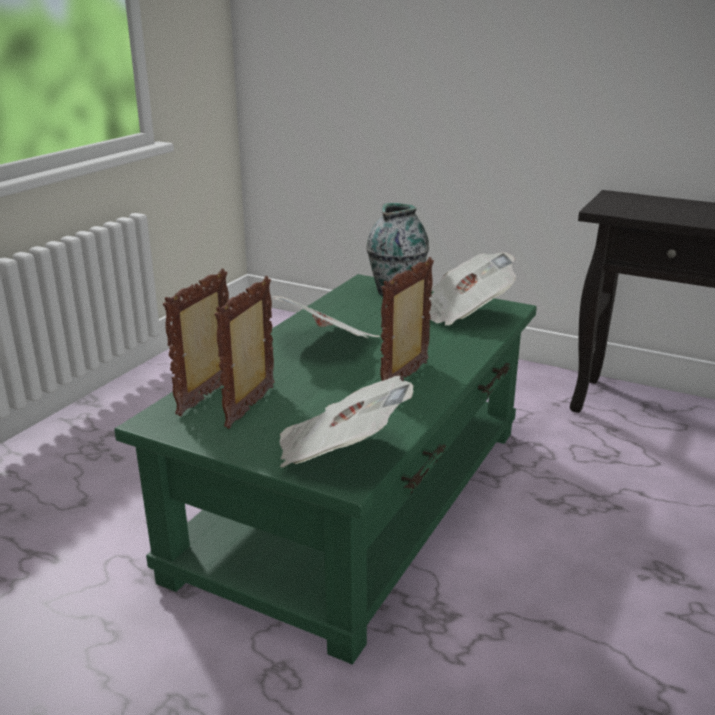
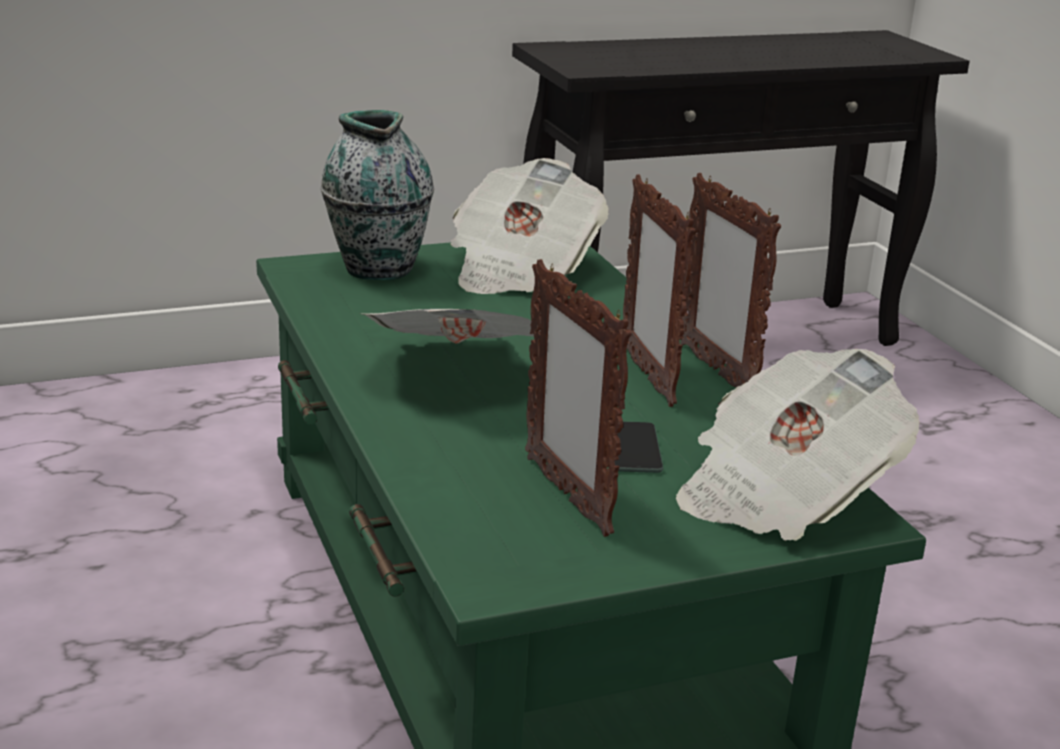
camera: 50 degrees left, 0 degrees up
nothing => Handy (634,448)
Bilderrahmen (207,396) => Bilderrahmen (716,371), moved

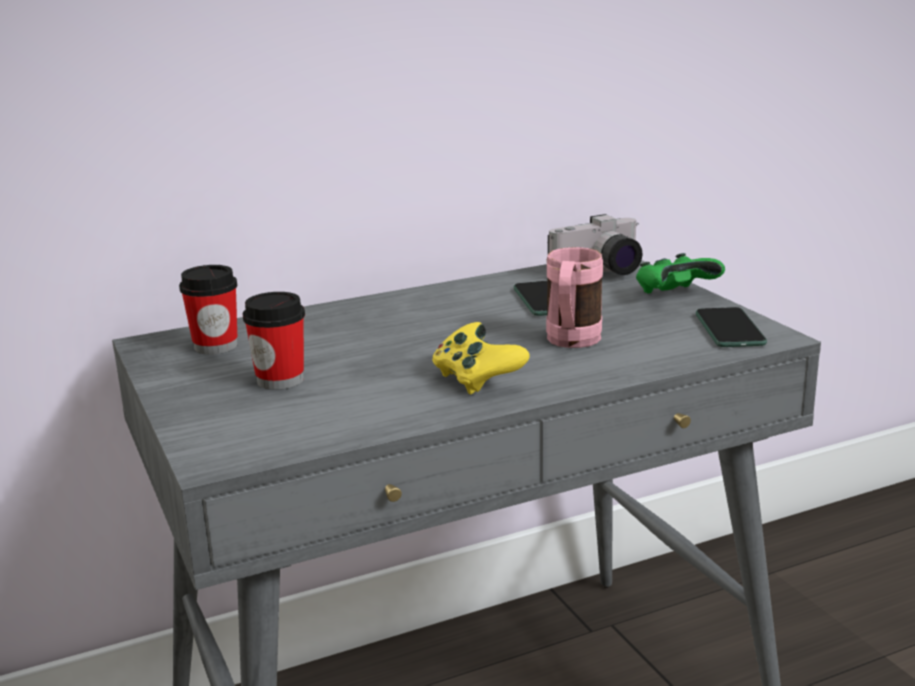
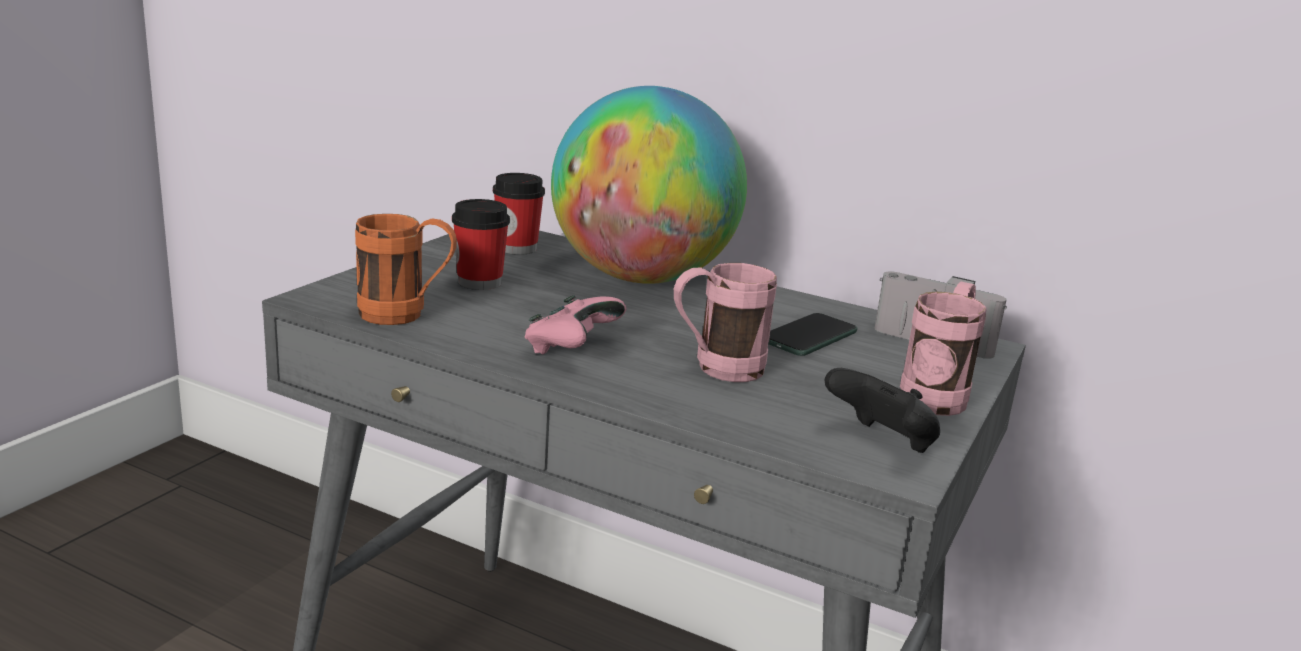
camera: 50 degrees right, 0 degrees up
nothing => Henkelbecher/orange (406,315)
Gamepad/gelb (476,379) => Gamepad/rosa (571,349)
nothing => Globus (641,278)
Handy (729,329) => Gamepad/schwarz (882,443)
Gamepad/grün (675,294) => Henkelbecher/rosa (938,395)

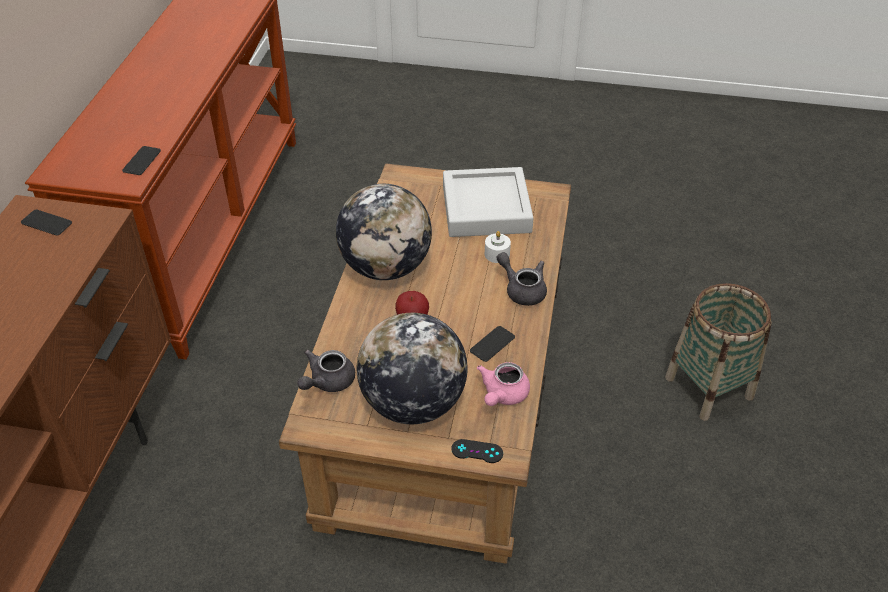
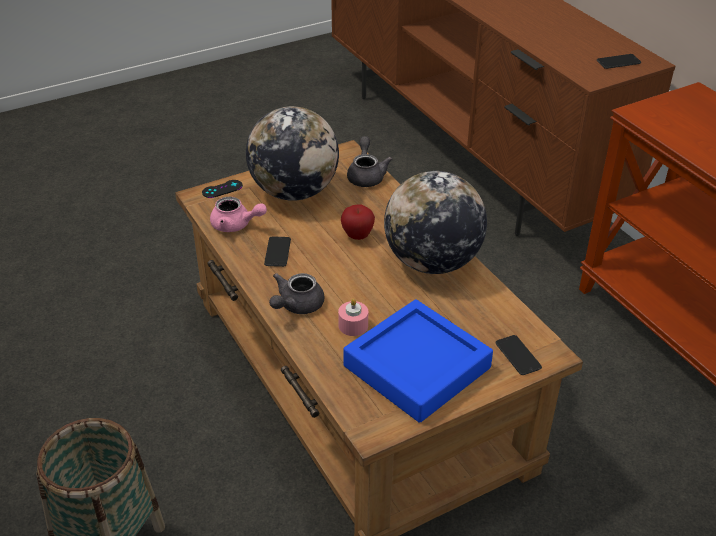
camera: 140 degrees right, 5 degrees down
Teekanne/rosa (502,395) => Teekanne/rosa (236,225), 120 degrees clockwise
Teekanne/grau (522,289) => Teekanne/grau (296,306), 120 degrees clockwise
Kerze/weiß (497,254) => Kerze/rosa (353,325)
Tablett/grau (486,209) => Tablett/blau (417,367)
Handy (142,161) => Handy (518,355), moved

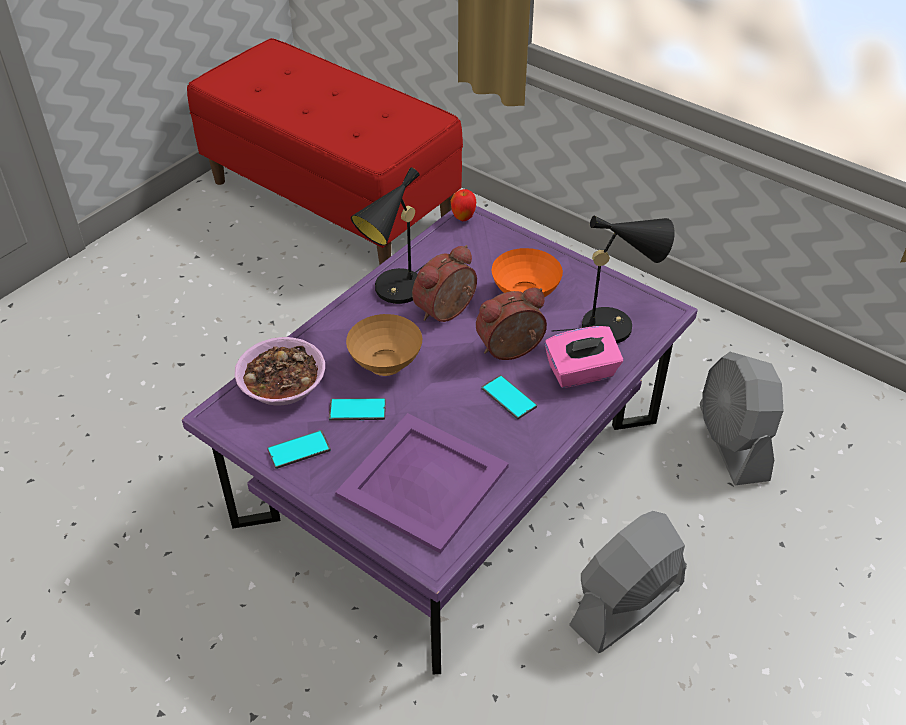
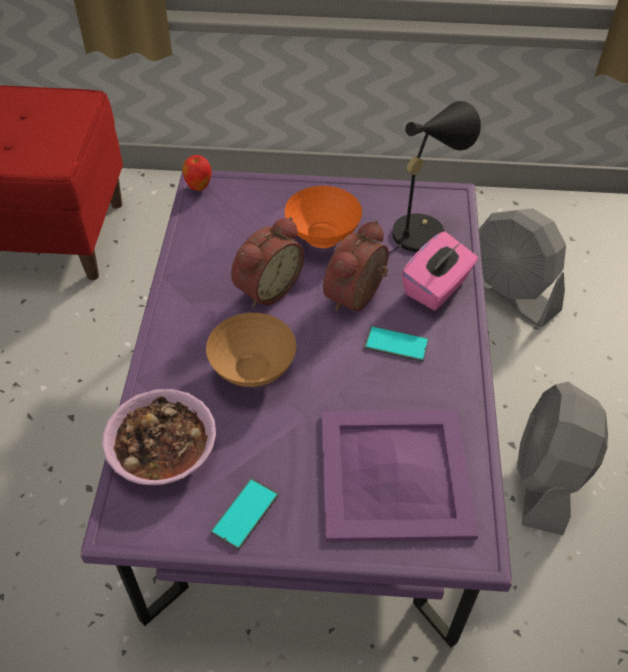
camera: 35 degrees left, 5 degrees up
Wecker (447,312) => Wecker (266,288), 150 degrees counterclockwise
Handy (357,410) => nothing
Tischlampe/schwarz (395,292) => nothing

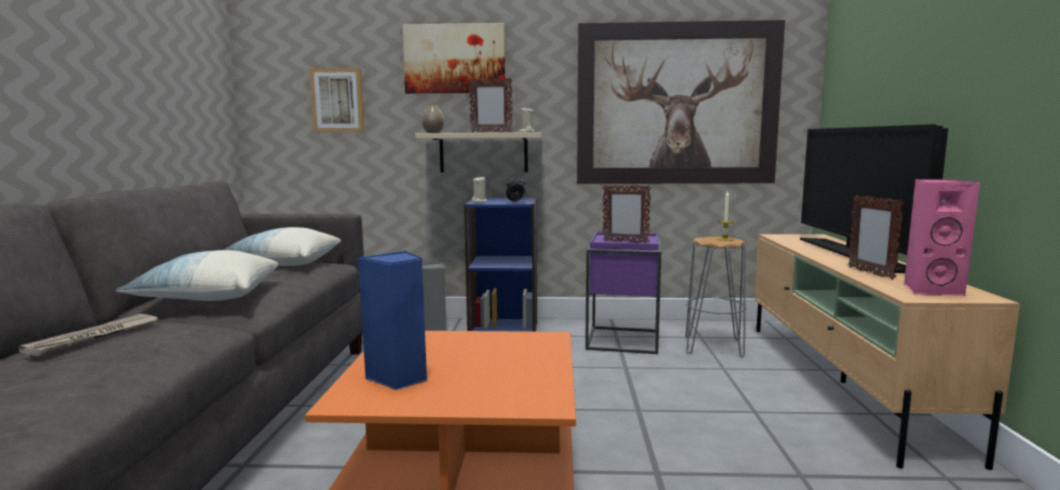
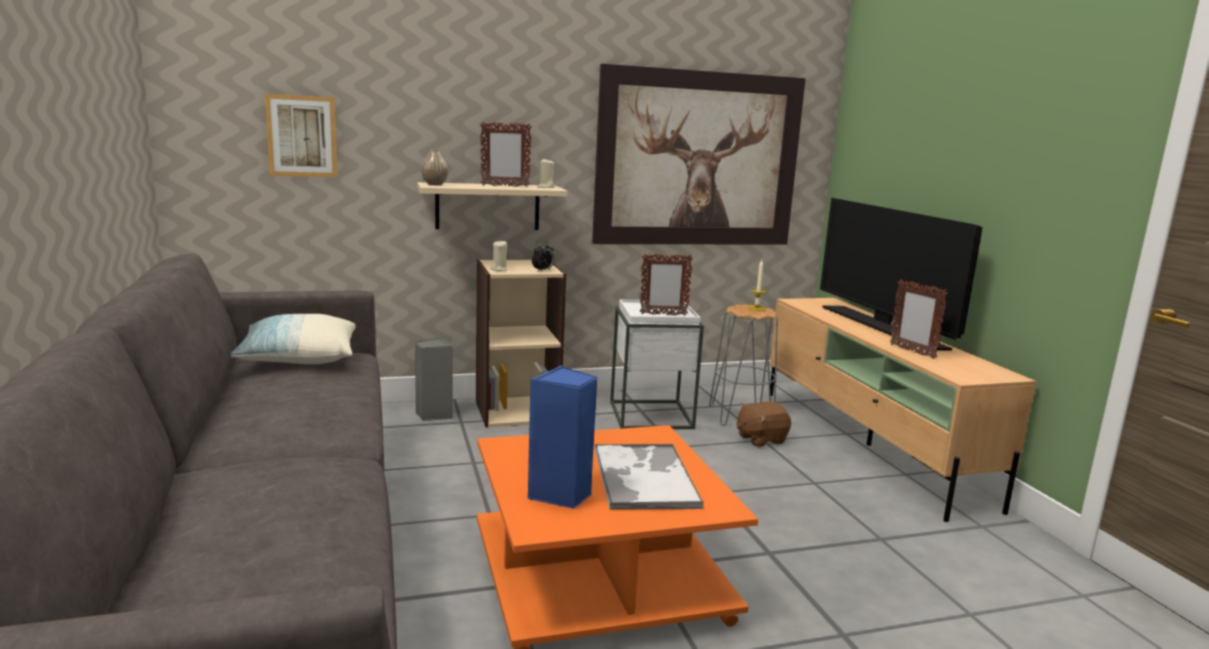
camera: 20 degrees left, 5 degrees up
Bücherregal/blau (504,329) => Bücherregal/beige (516,411)
nothing => Tablett (644,477)
Beistelltisch/lila (623,340) => Beistelltisch/weiß (651,415)
nothing => Plüschtier/braun (760,439)
Zeitung (93,337) => nothing
Kissen (208,297) => nothing
Bild (454,59) => nothing
Lautsprecher/rosa (930,290) => nothing

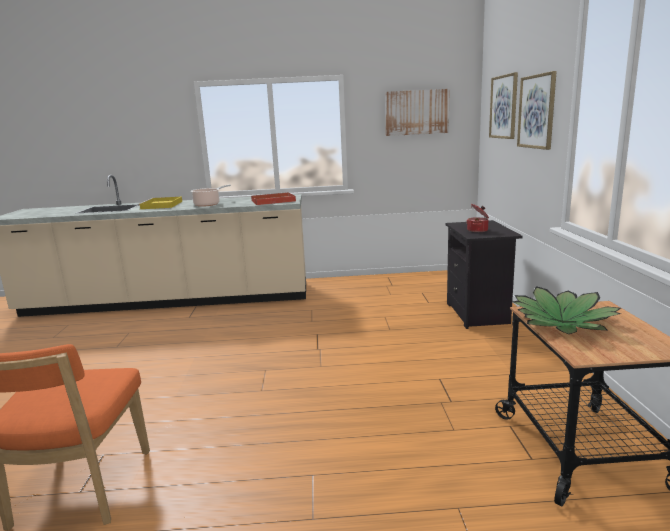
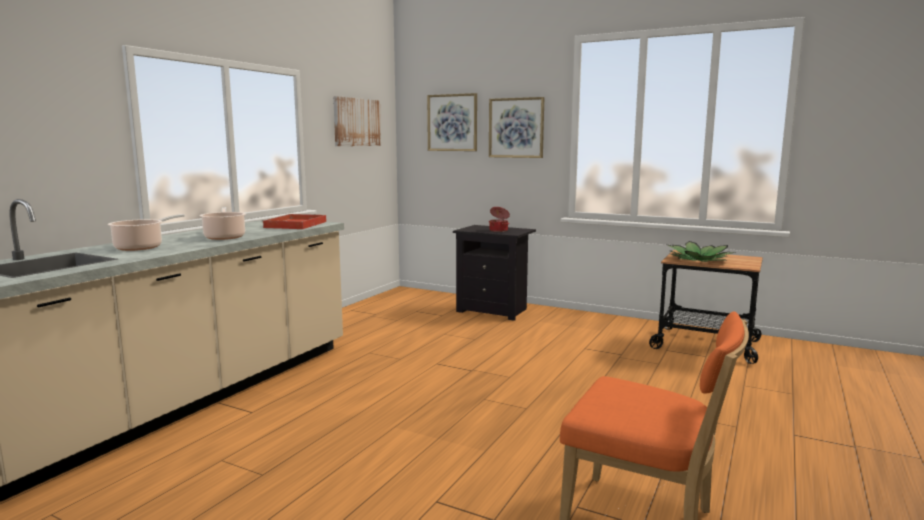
camera: 60 degrees left, 5 degrees down
Tablett/gelb (161,205) => Kochtopf (141,247)

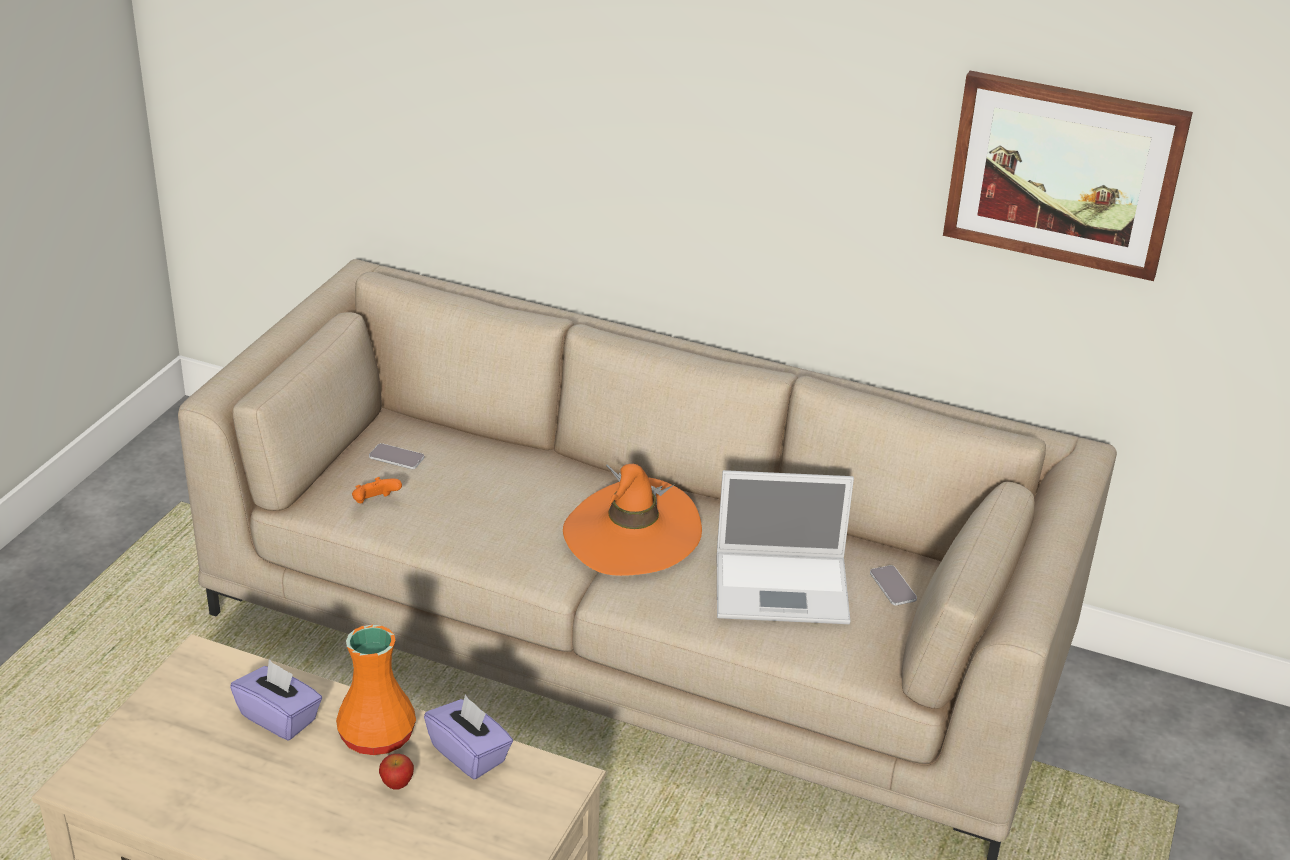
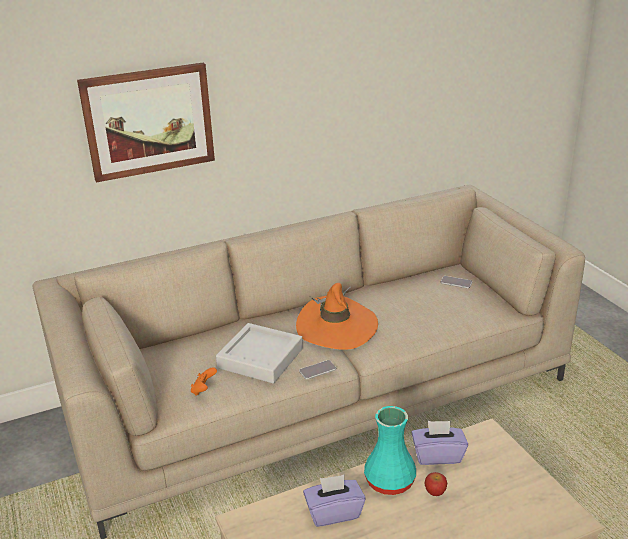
camera: 45 degrees left, 5 degrees down
Bild (1063,174) => Bild (148,121), moved
nothing => Tablett/grau (260,358)
Handy (396,457) => Handy (317,370), moved
Vase/orange (375,735) => Vase/türkis (388,482)
Laptop (784,587) => nothing

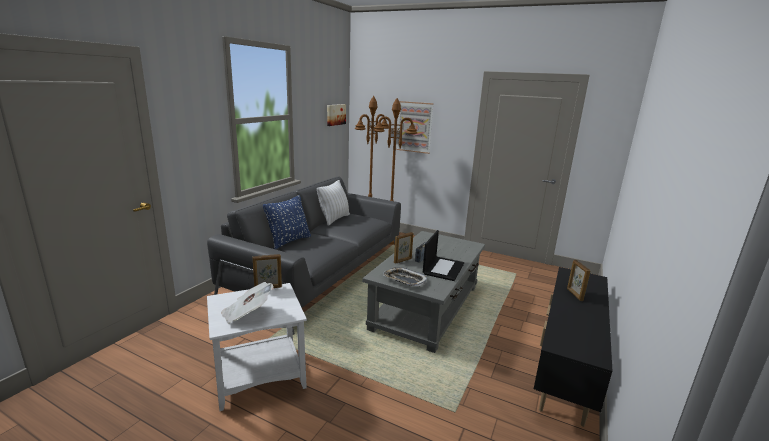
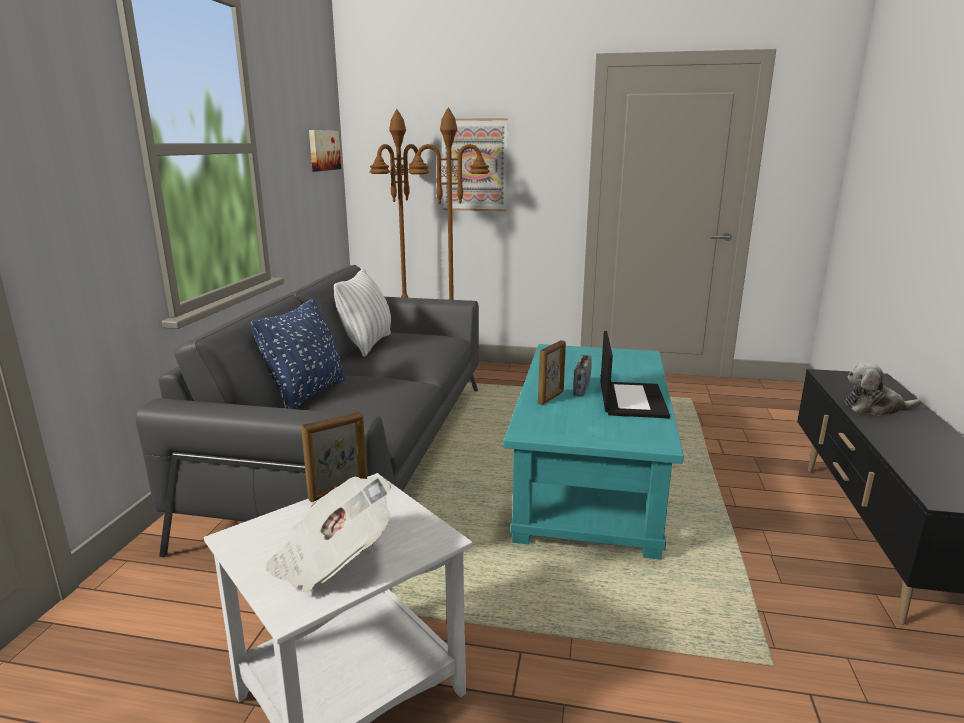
camera: 15 degrees left, 0 degrees up
Couchtisch/grau (426,307) => Couchtisch/türkis (590,479)
Bilderrahmen (574,294) => Plüschtier (875,408)
Tablett (404,280) => nothing

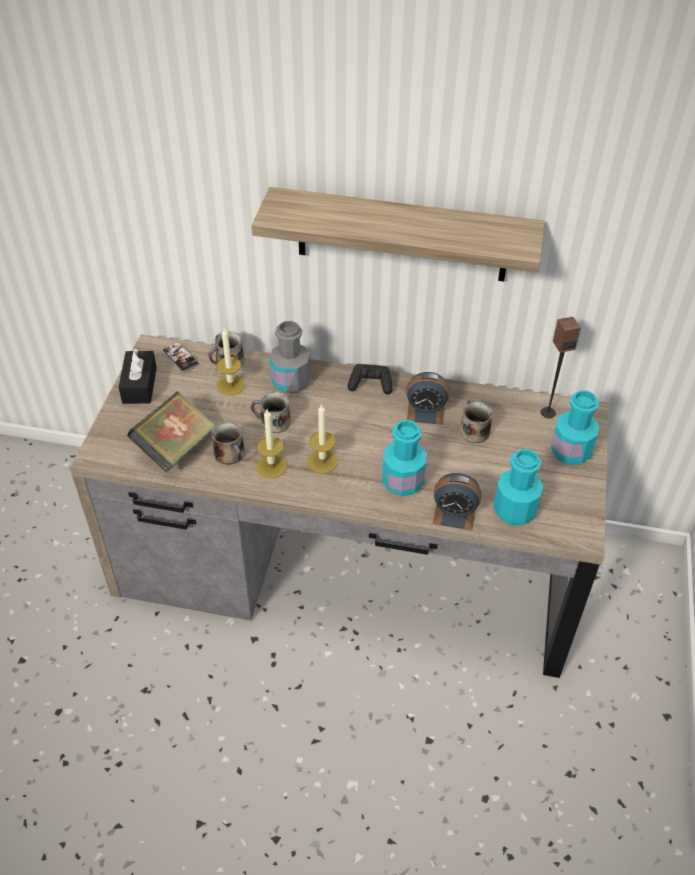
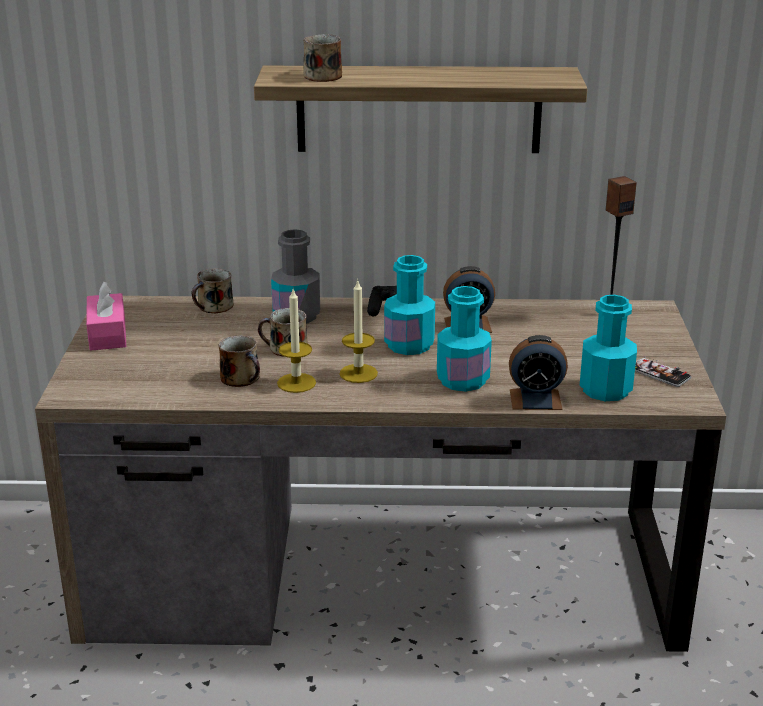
camera: 10 degrees left, 20 degrees down
Taschentuchbox/schwarz (139,385) => Taschentuchbox/rosa (107,334)
Henkelbecher (473,430) => Henkelbecher (321,76), moved
Flasche/türkis (570,451) => Flasche/türkis (409,345), moved
Handy (180,358) => Handy (659,373), moved
Buch (175,448) => nothing
Kerze (231,385) => nothing

